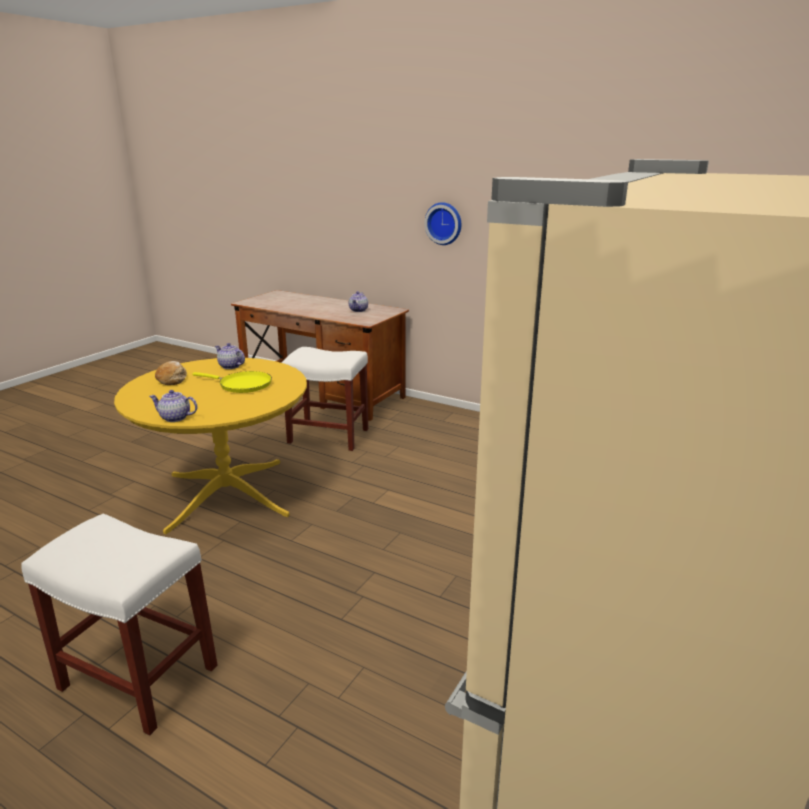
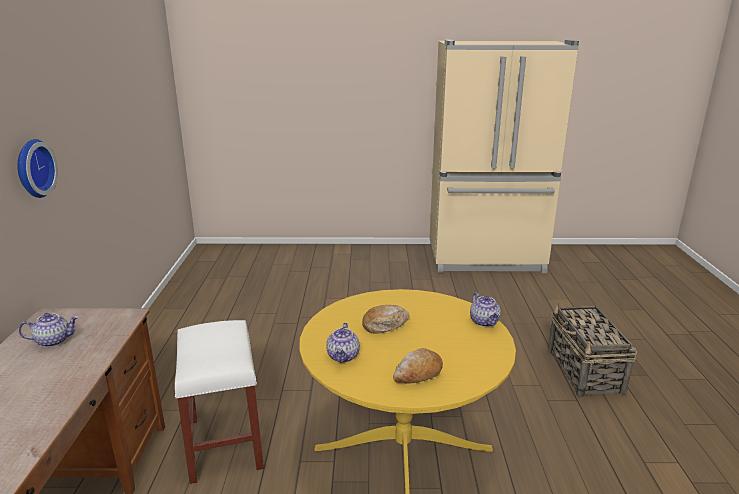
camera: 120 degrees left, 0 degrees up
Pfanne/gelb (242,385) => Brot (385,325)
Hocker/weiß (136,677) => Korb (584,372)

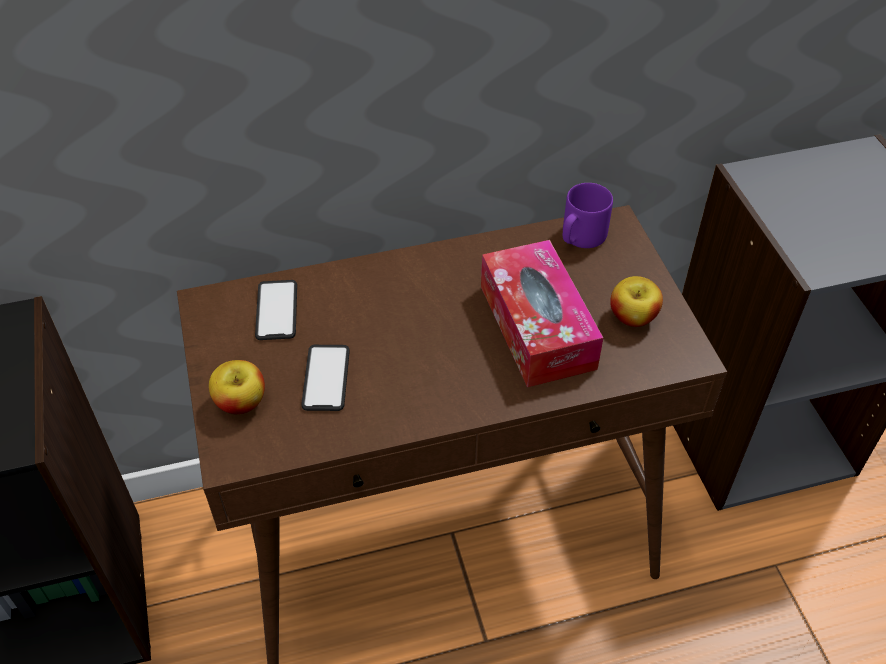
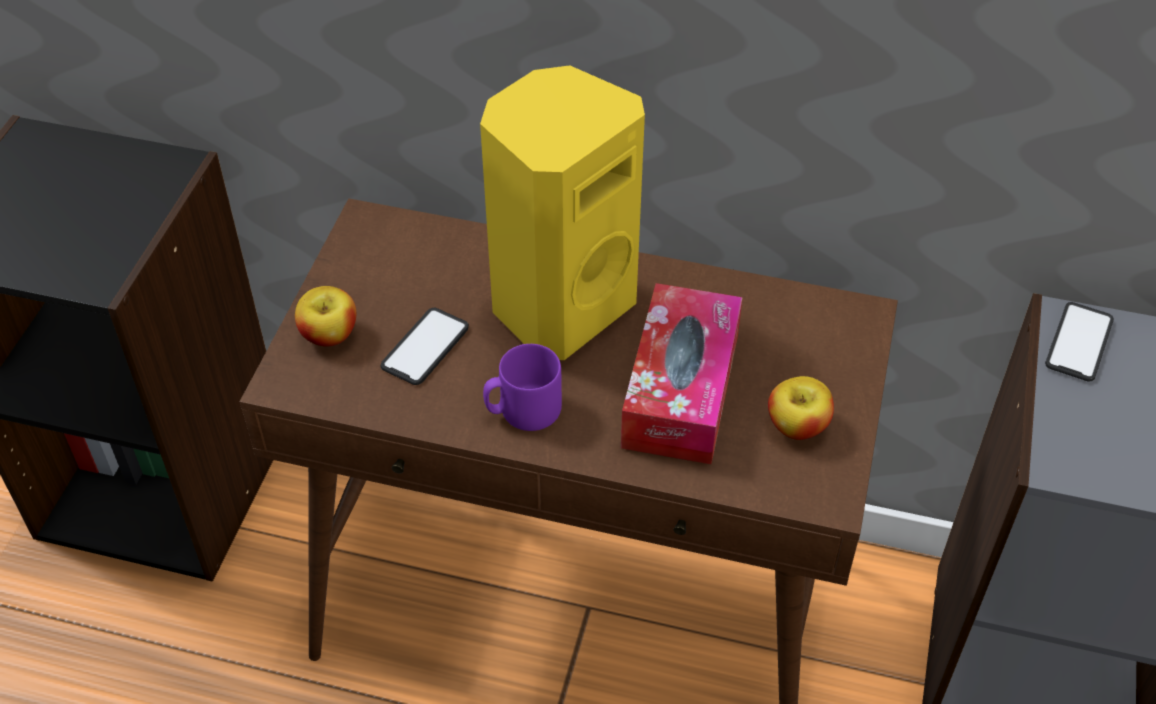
camera: 30 degrees right, 0 degrees up
nothing => Lautsprecher/gelb (560,306)
Henkelbecher/lila (580,237) => Henkelbecher/lila (523,410), moved
Handy (276,311) => Handy (1079,343), moved

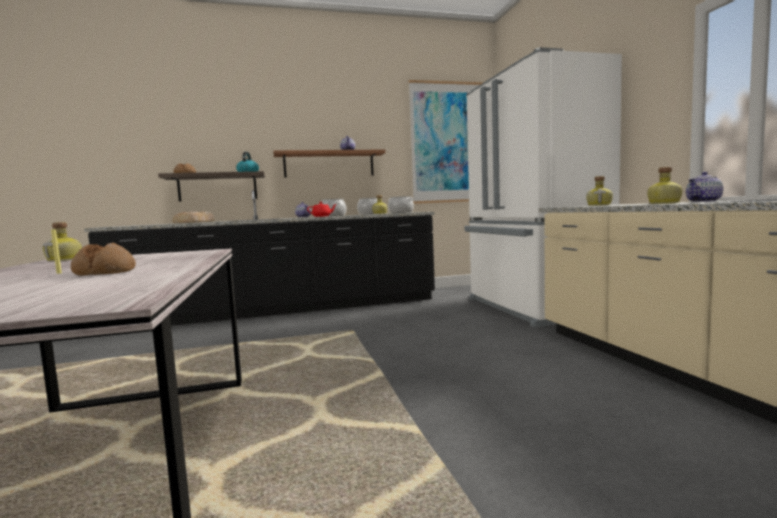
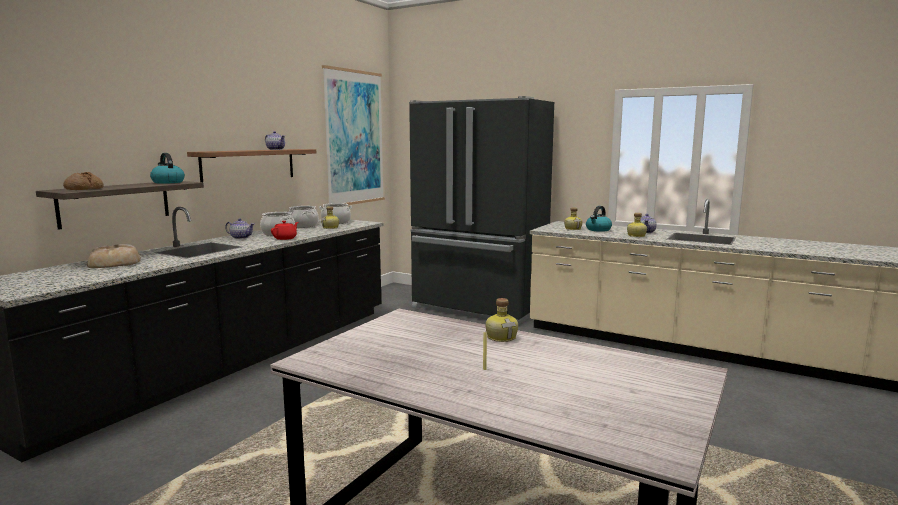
camera: 45 degrees left, 5 degrees up
Kühlschrank/weiß (532,308) => Kühlschrank/schwarz (478,308)
Flasche (65,260) => Flasche (501,337), moved
nothing => Wasserkessel (598,230)
Brot (105,272) => nothing

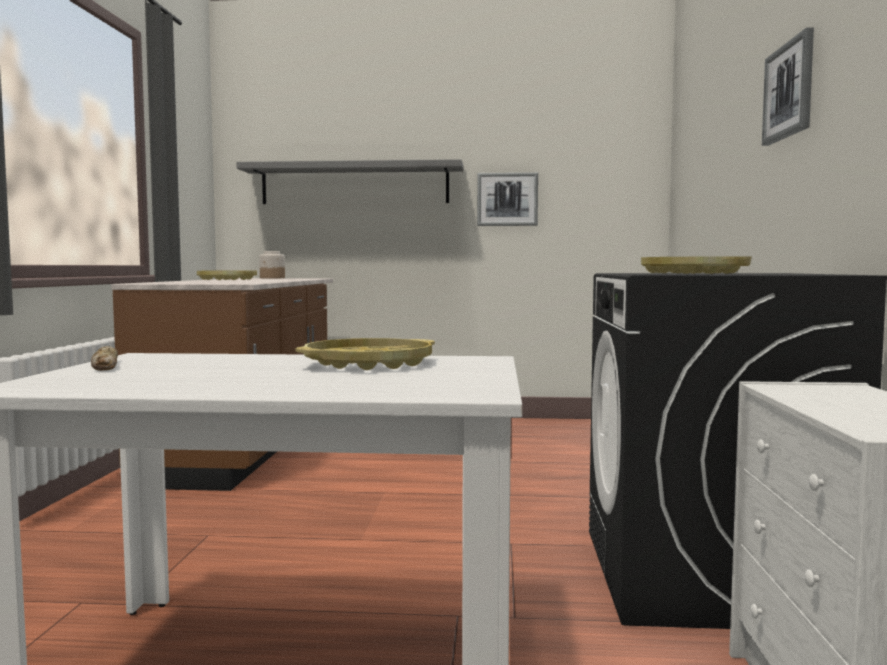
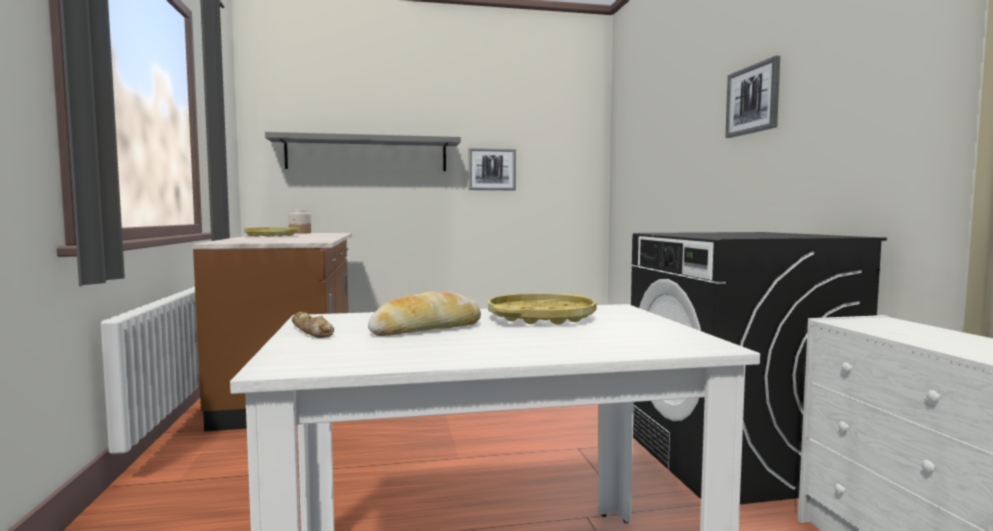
camera: 15 degrees left, 0 degrees up
nothing => Brot (426,329)
Tablett/gelb (693,273) => nothing

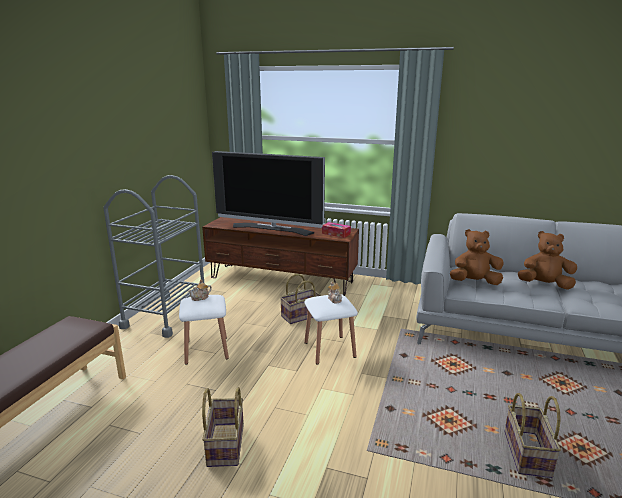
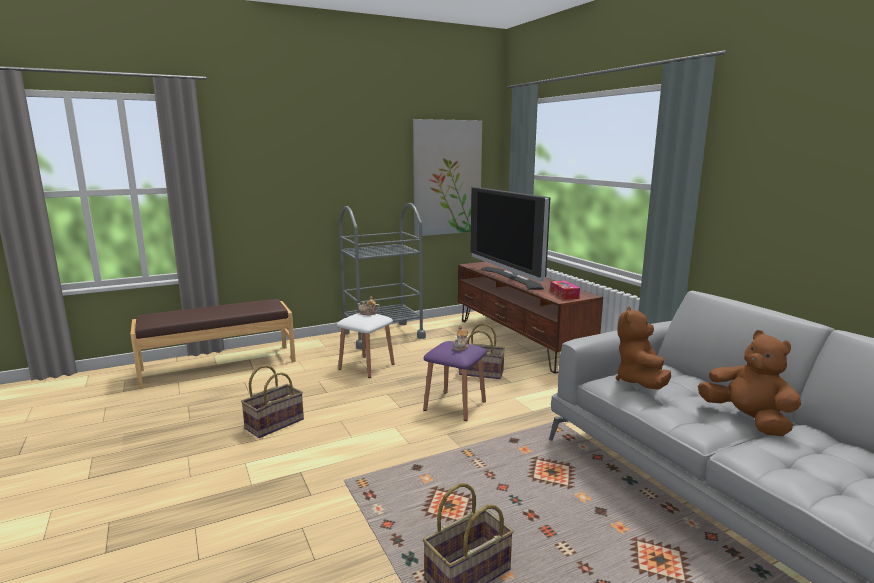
camera: 45 degrees right, 5 degrees down
nothing => Bild (447,178)
Hocker/weiß (329,349) => Hocker/lila (455,405)
Plüschtier/braun (474,282) => Plüschtier/braun (640,382), 120 degrees counterclockwise

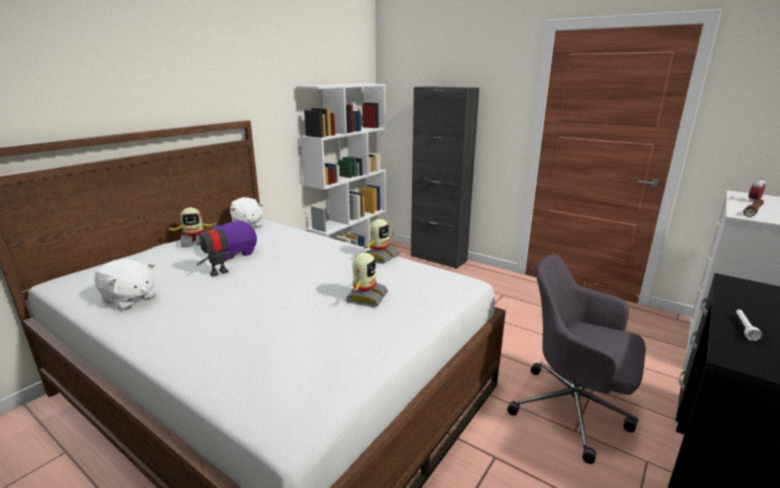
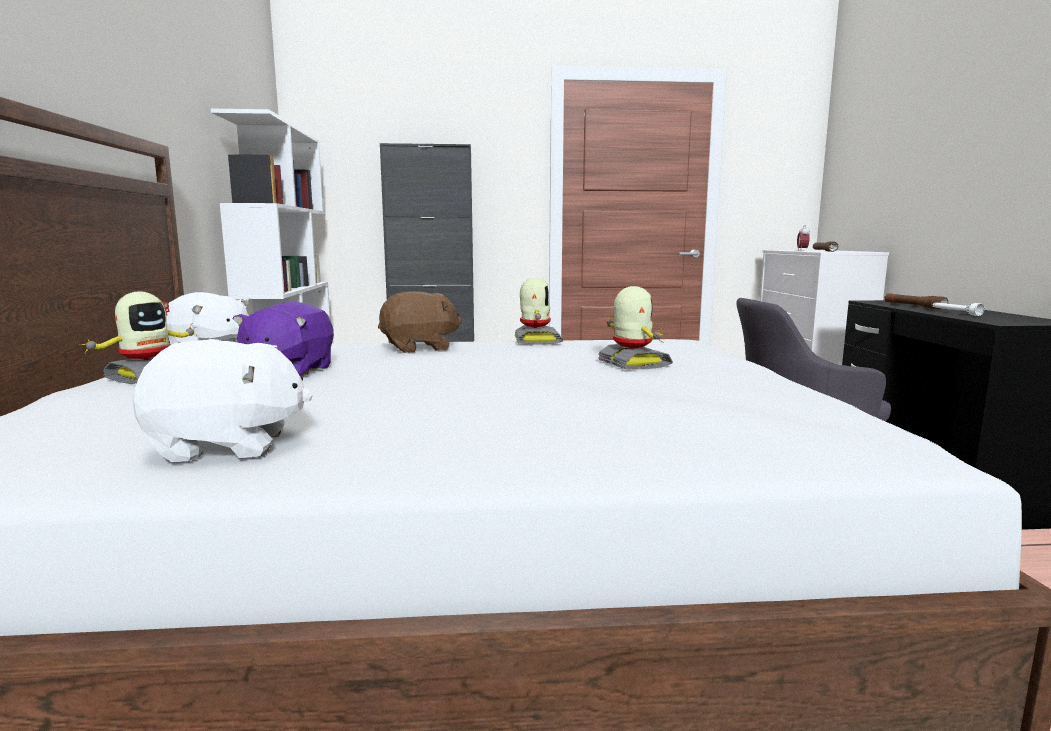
camera: 40 degrees left, 10 degrees down
nothing => Plüschtier/braun (420,348)
nothing => Taschenlampe/braun (913,306)
Spielzeugroboter (219,272) => nothing

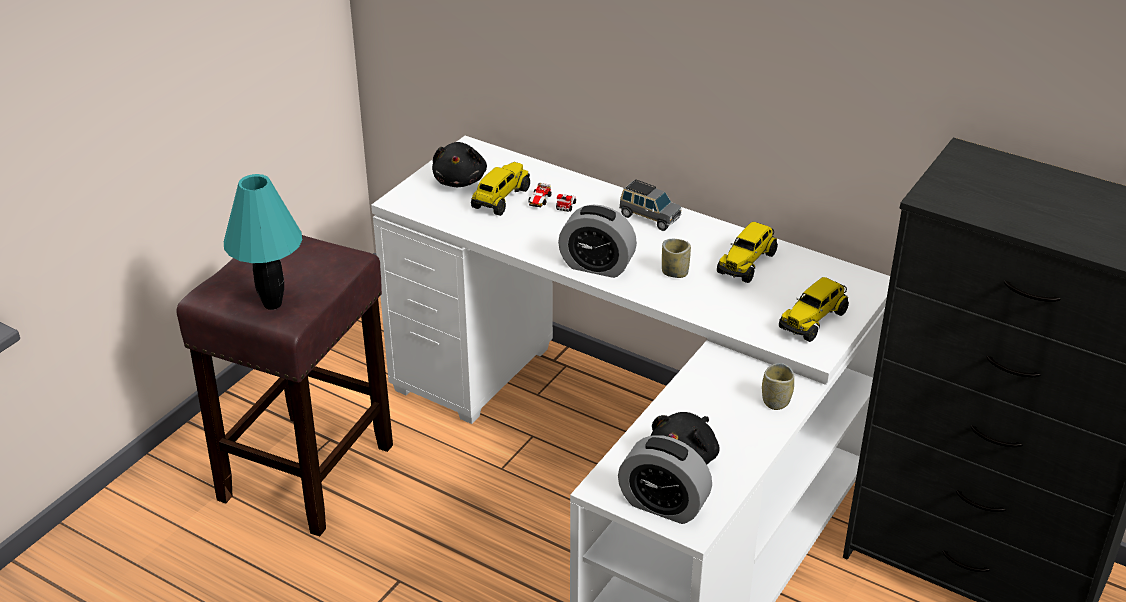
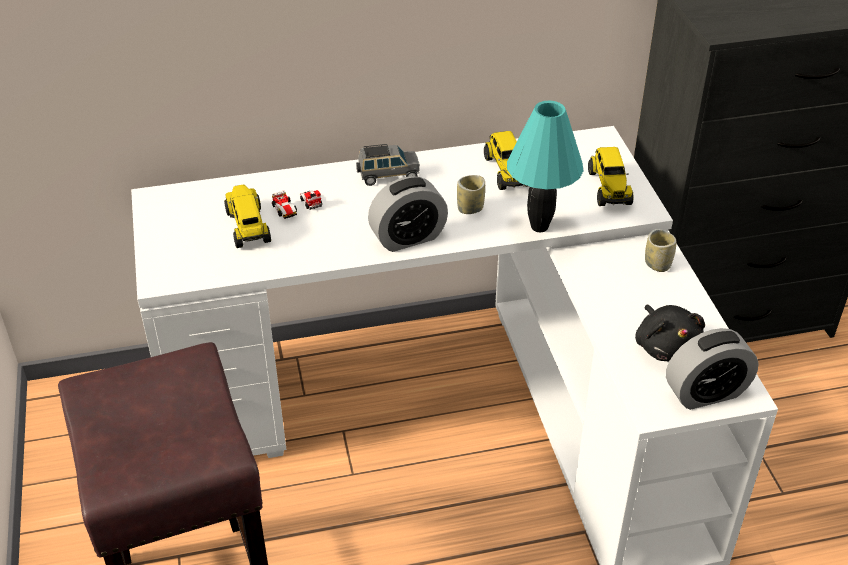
camera: 45 degrees left, 5 degrees up
Tischlampe/türkis (272,303) => Tischlampe/türkis (538,226), moved
Plüschtier/schwarz (460,180) => nothing

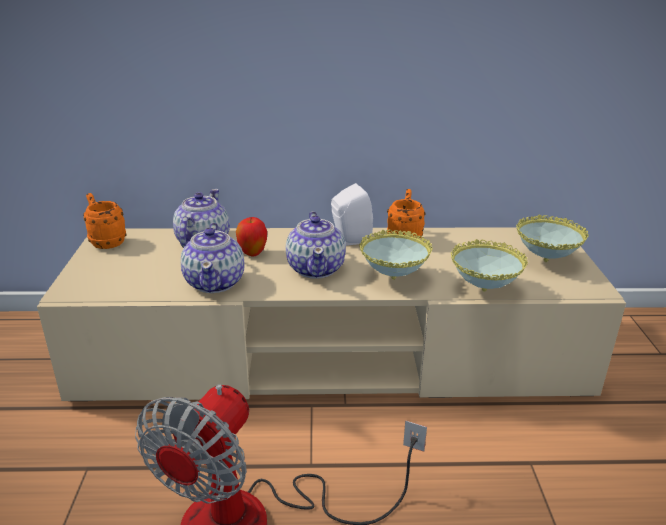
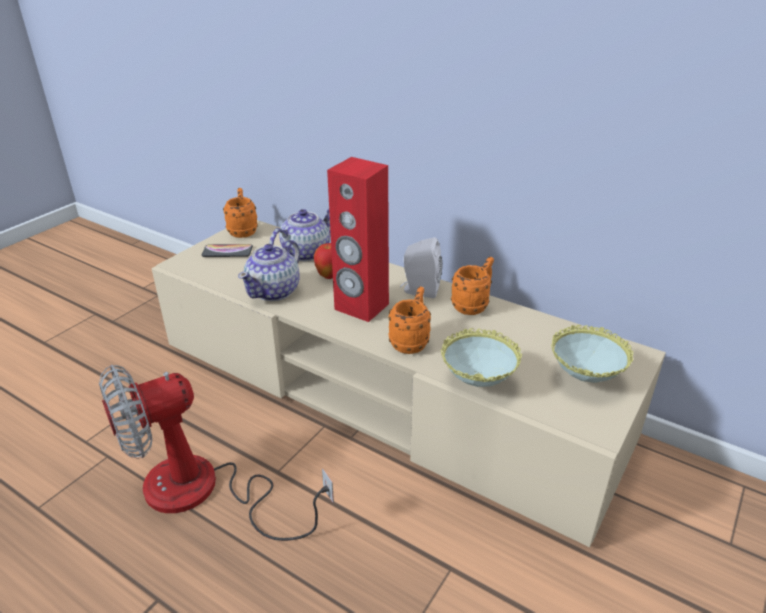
camera: 35 degrees right, 5 degrees up
nothing => Handy (227,251)
Teekanne (316,268) => Lautsprecher/rot (361,307)
Schüssel (393,279) => Henkelbecher/orange (411,341)

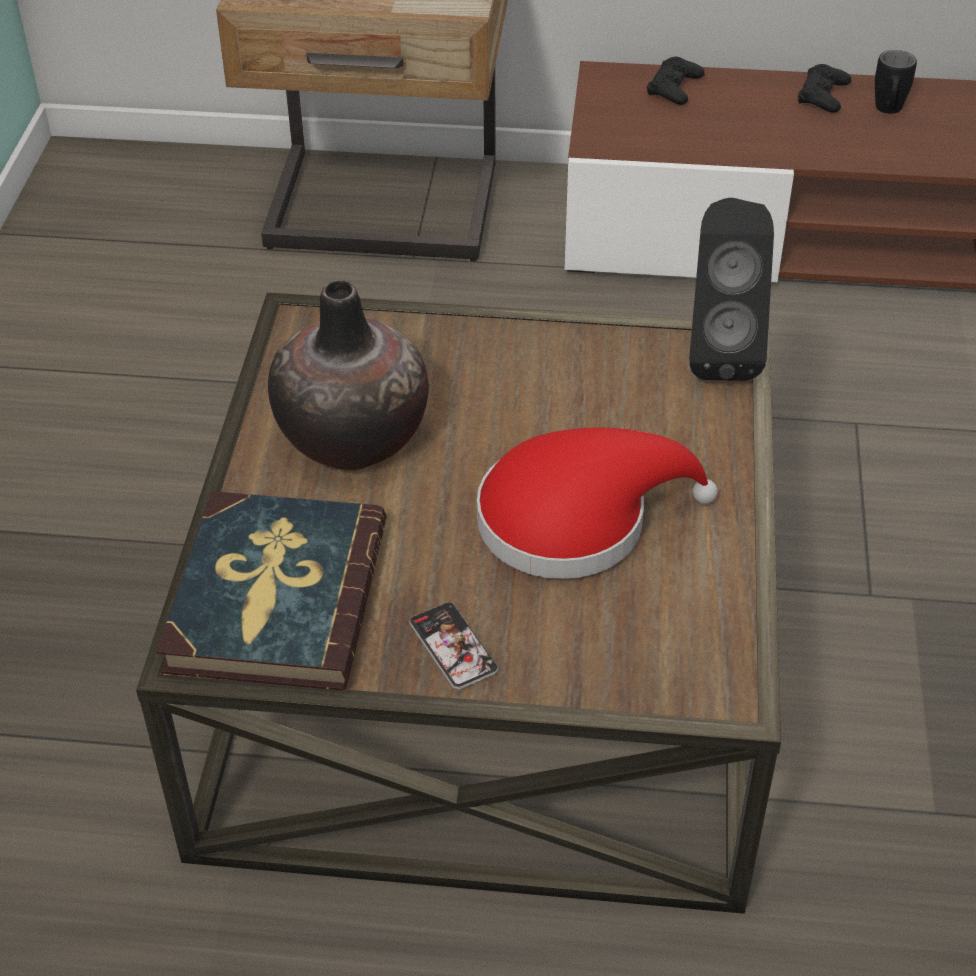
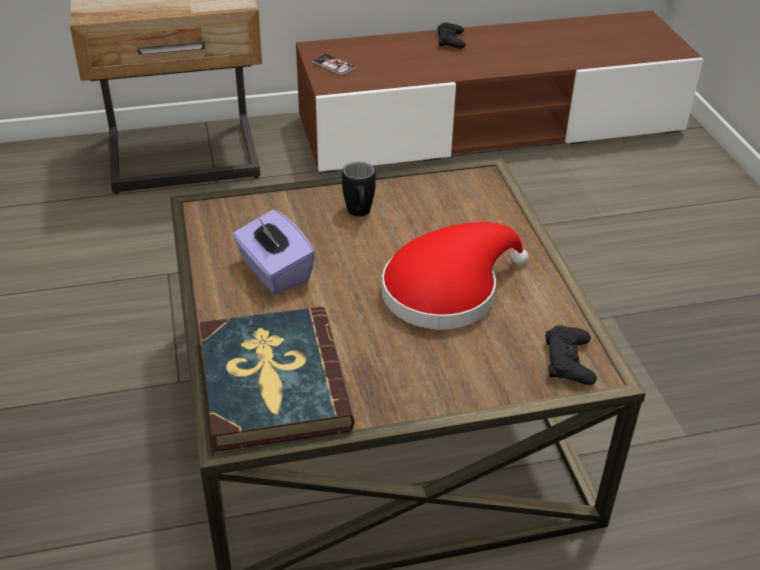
camera: 20 degrees left, 5 degrees down
Vase (353,436) => Taschentuchbox/lila (274,272)
Handy (453,646) => Handy (333,65), moved
Henkelbecher/schwarz (888,112) => Henkelbecher/schwarz (359,214), moved
Gamepad/schwarz (674,87) => Gamepad/schwarz (569,361), moved
Lautsprecher/schwarz (720,353) => nothing

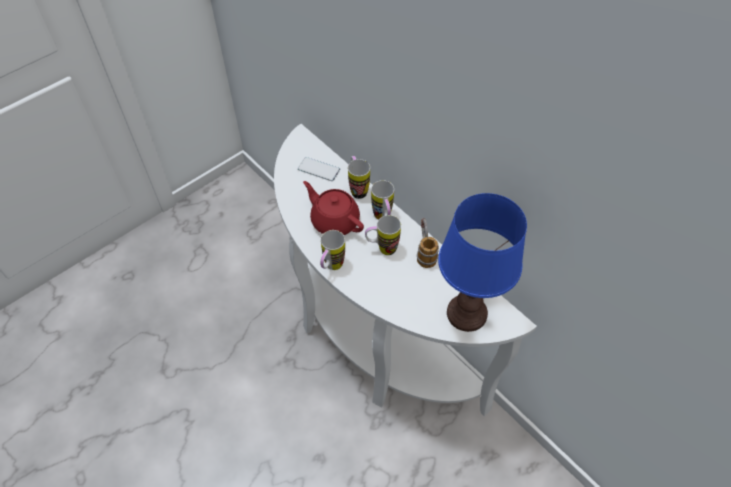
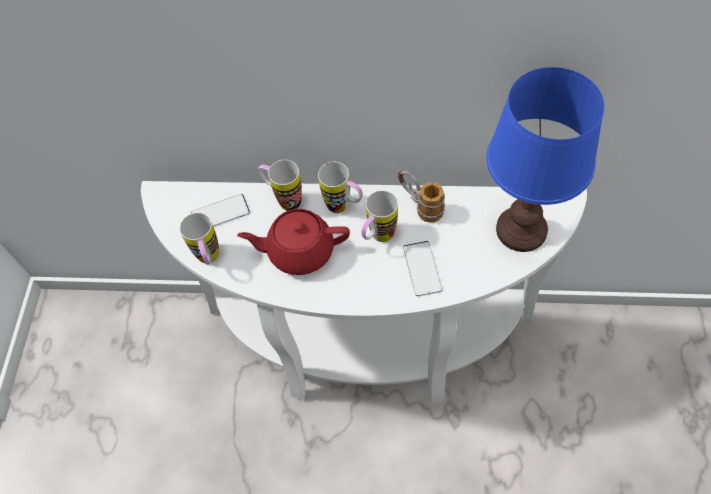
camera: 40 degrees left, 5 degrees up
Henkelbecher (331,267) => Henkelbecher (210,260), moved
nothing => Handy (422,268)

